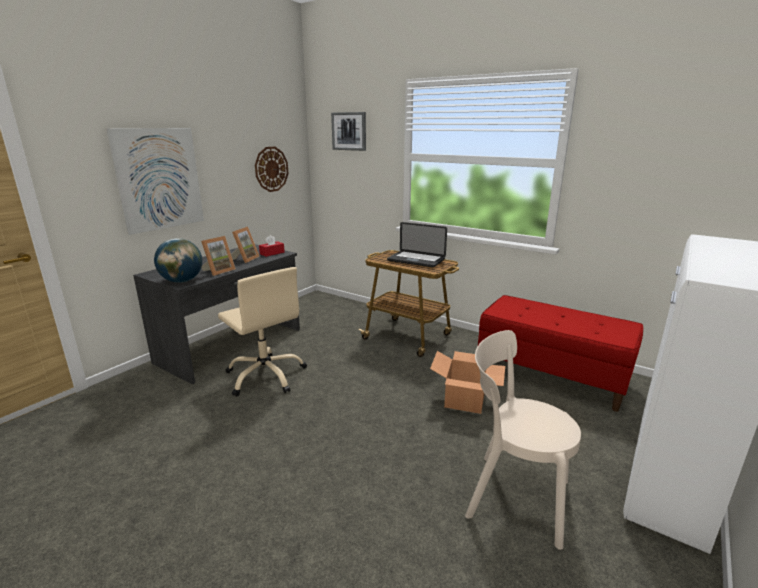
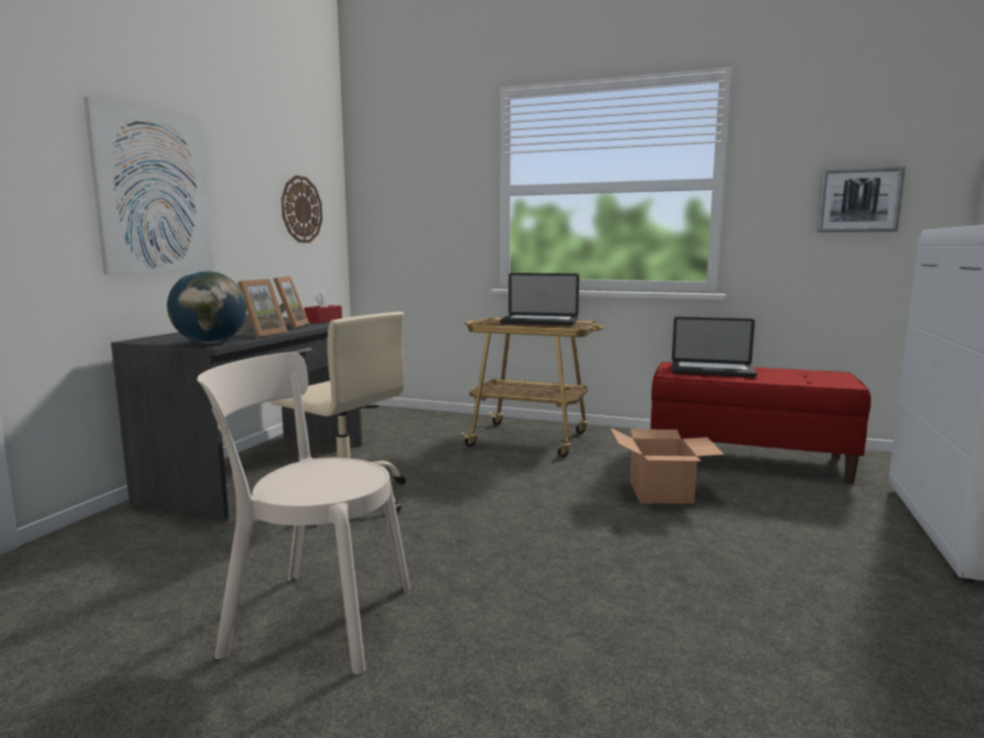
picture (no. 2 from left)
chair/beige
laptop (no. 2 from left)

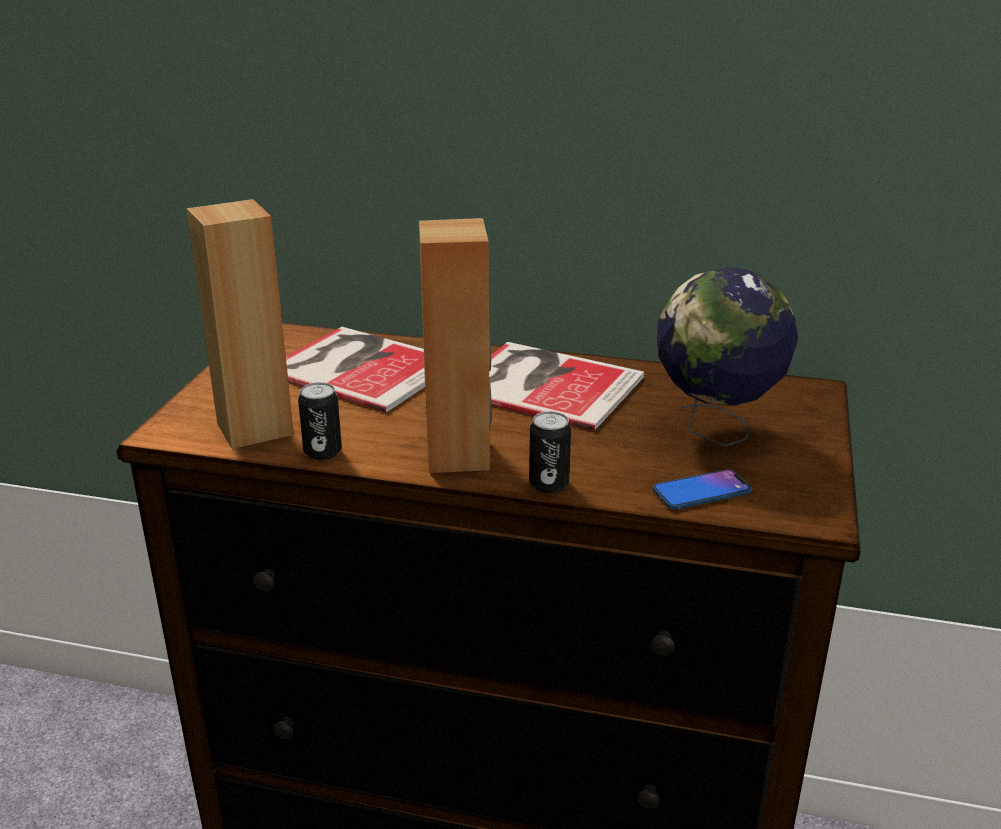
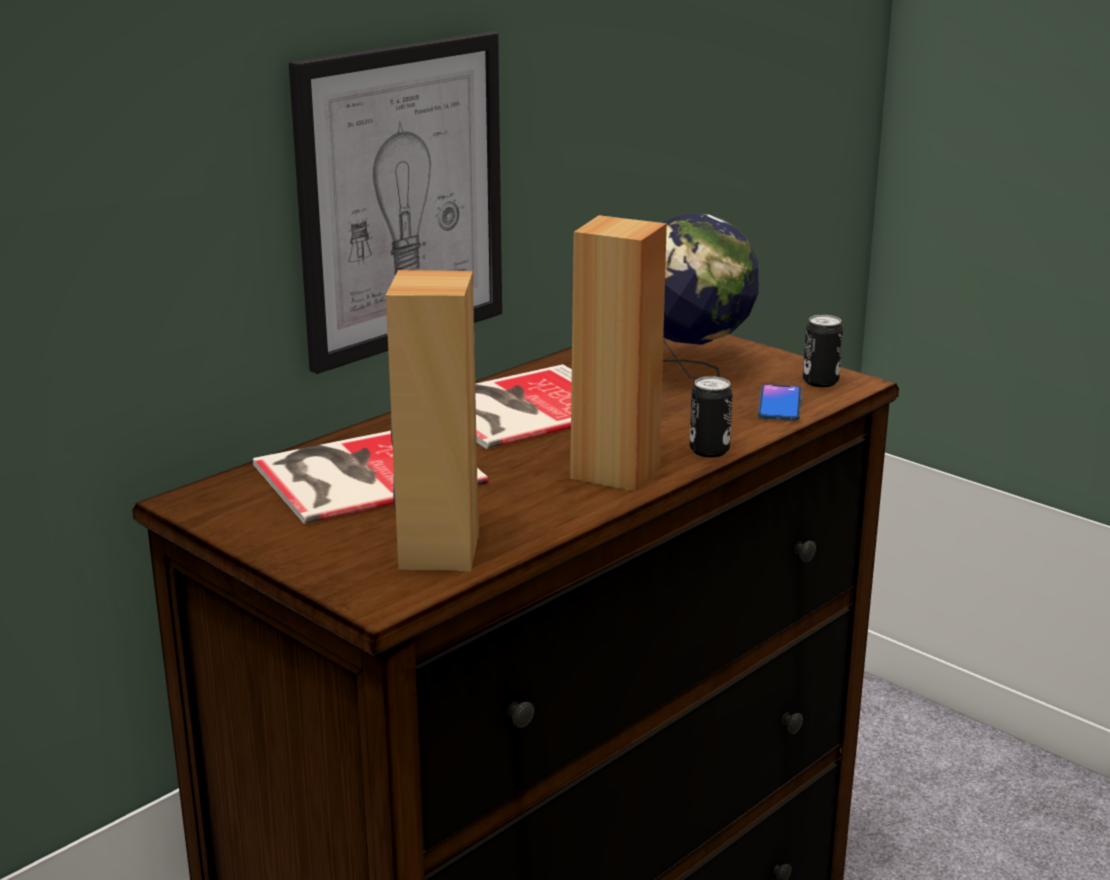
can (no. 2 from left)
picture

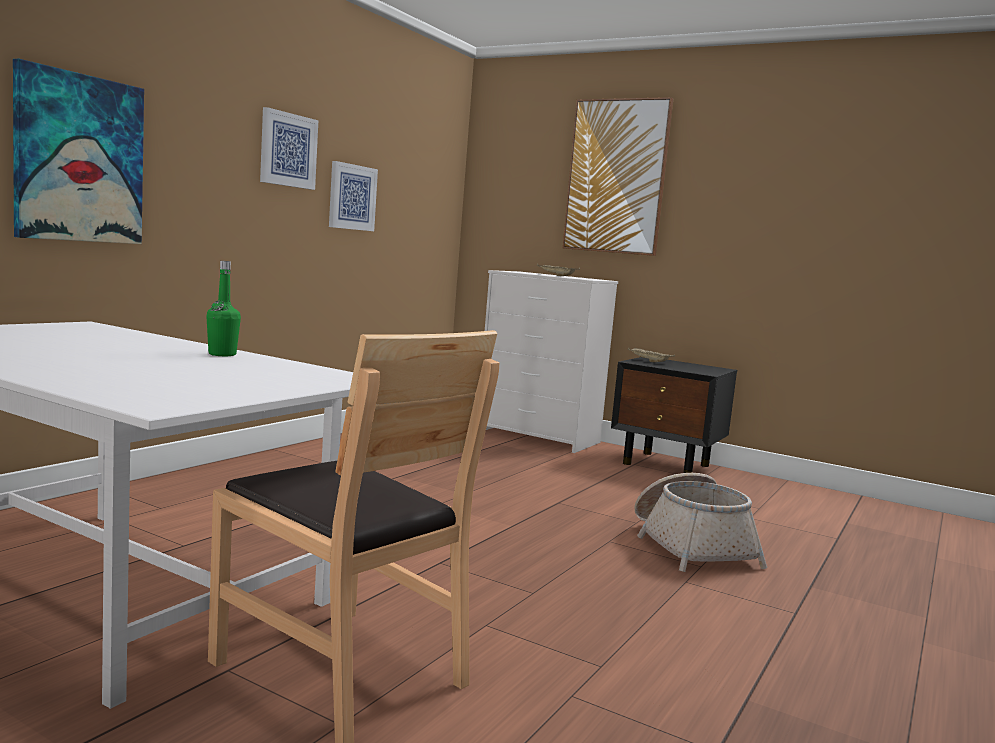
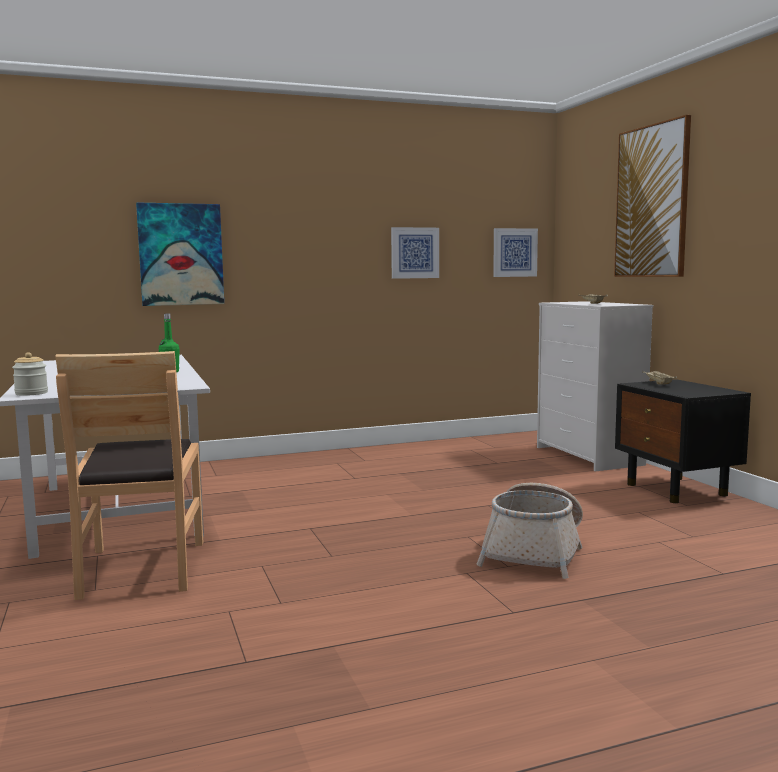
picture (no. 3 from left)
jar

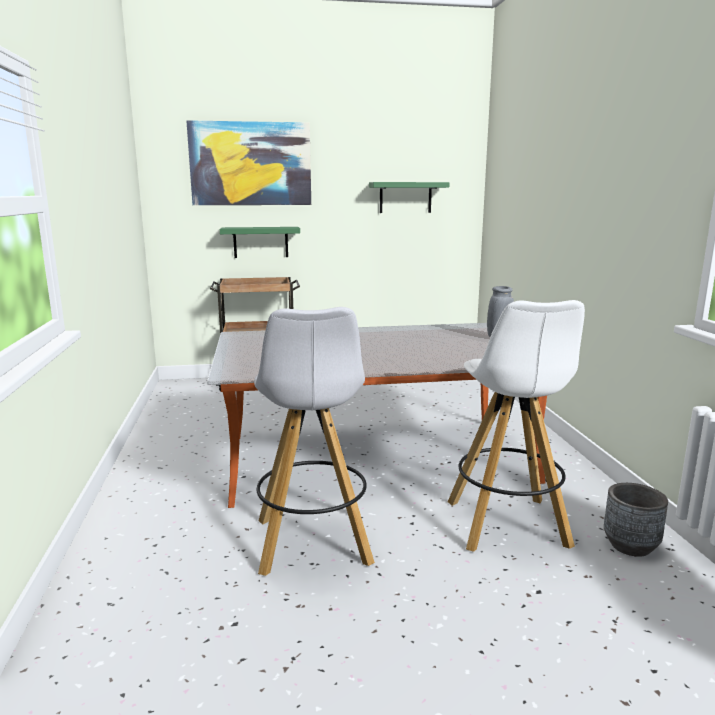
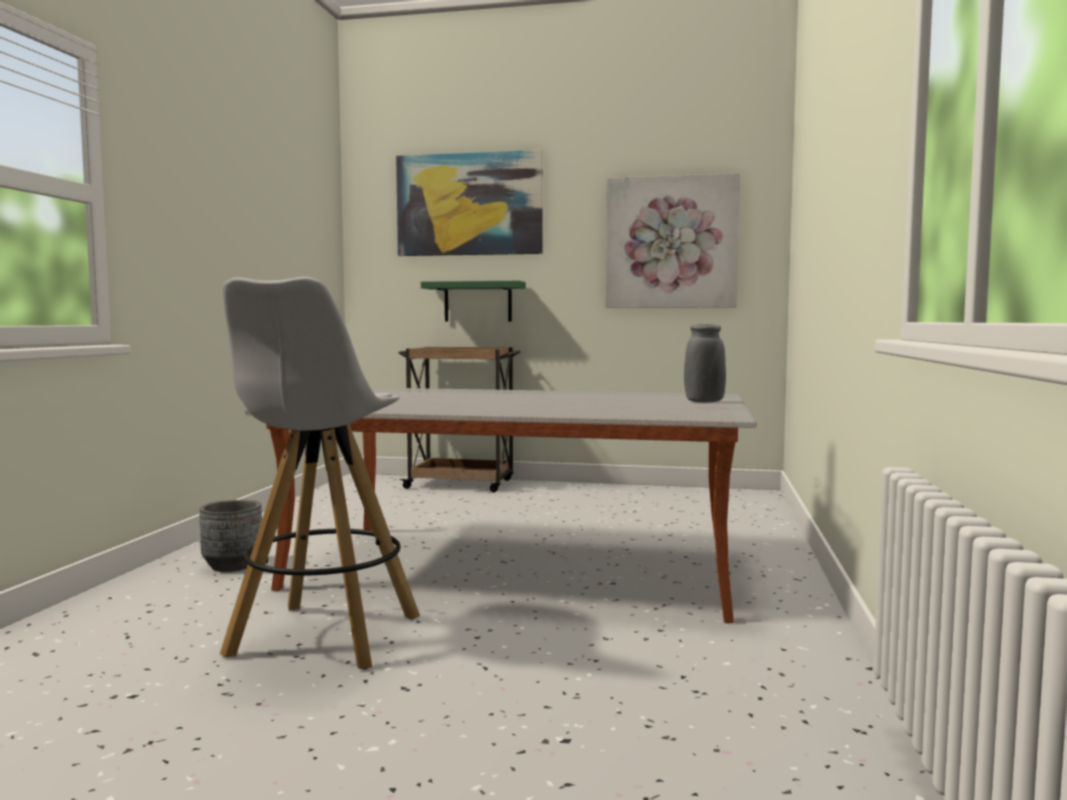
picture (no. 2 from left)
stool/white (no. 2 from left in the first image)
planter/grey

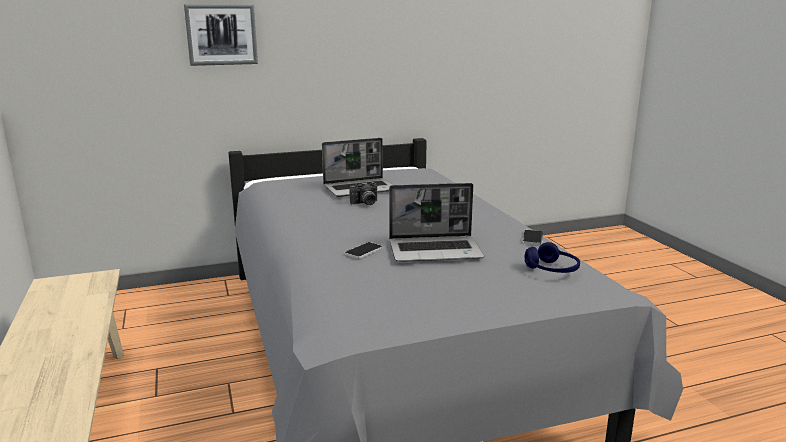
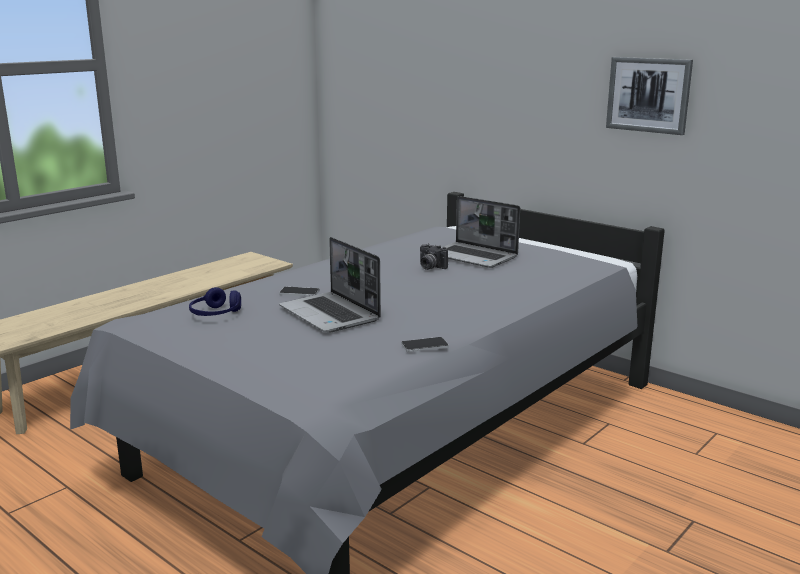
picture
headphones/blue

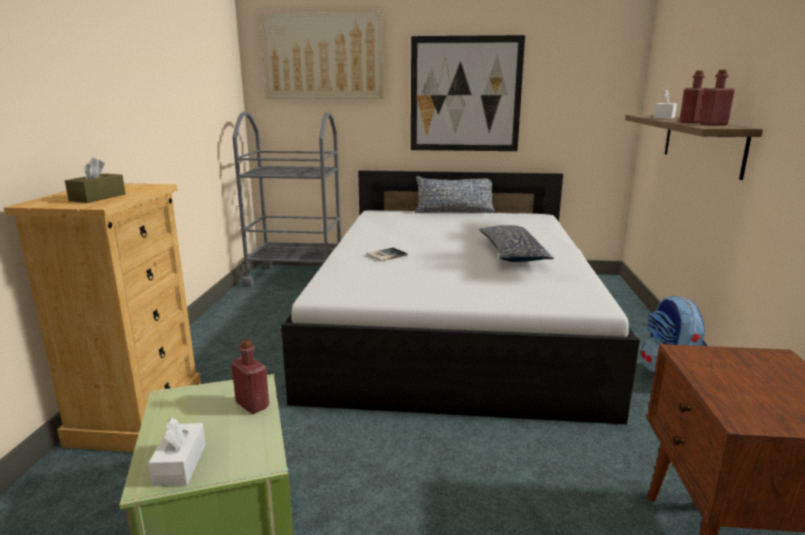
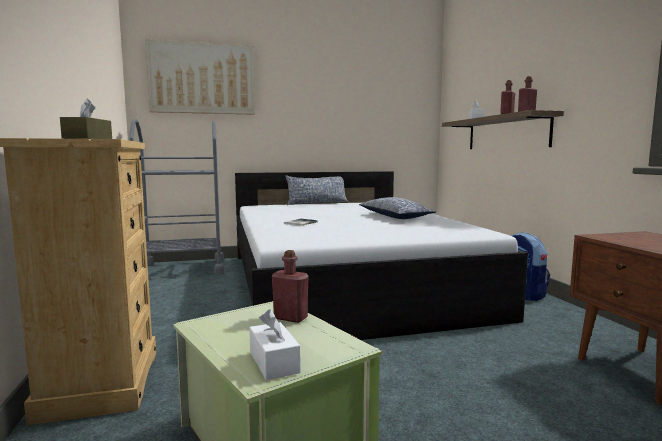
picture (no. 2 from left in the first image)

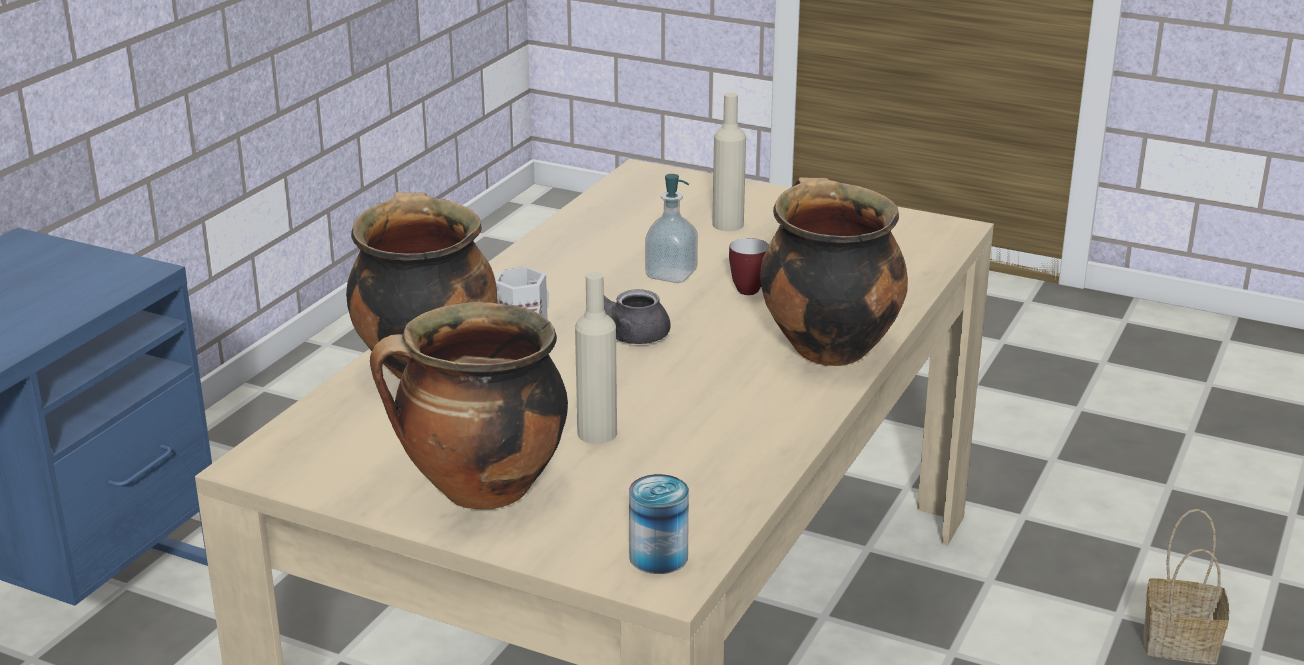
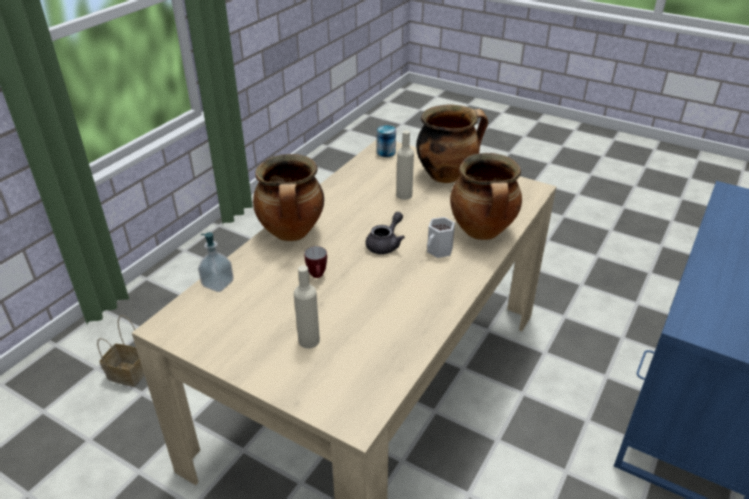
soap dispenser

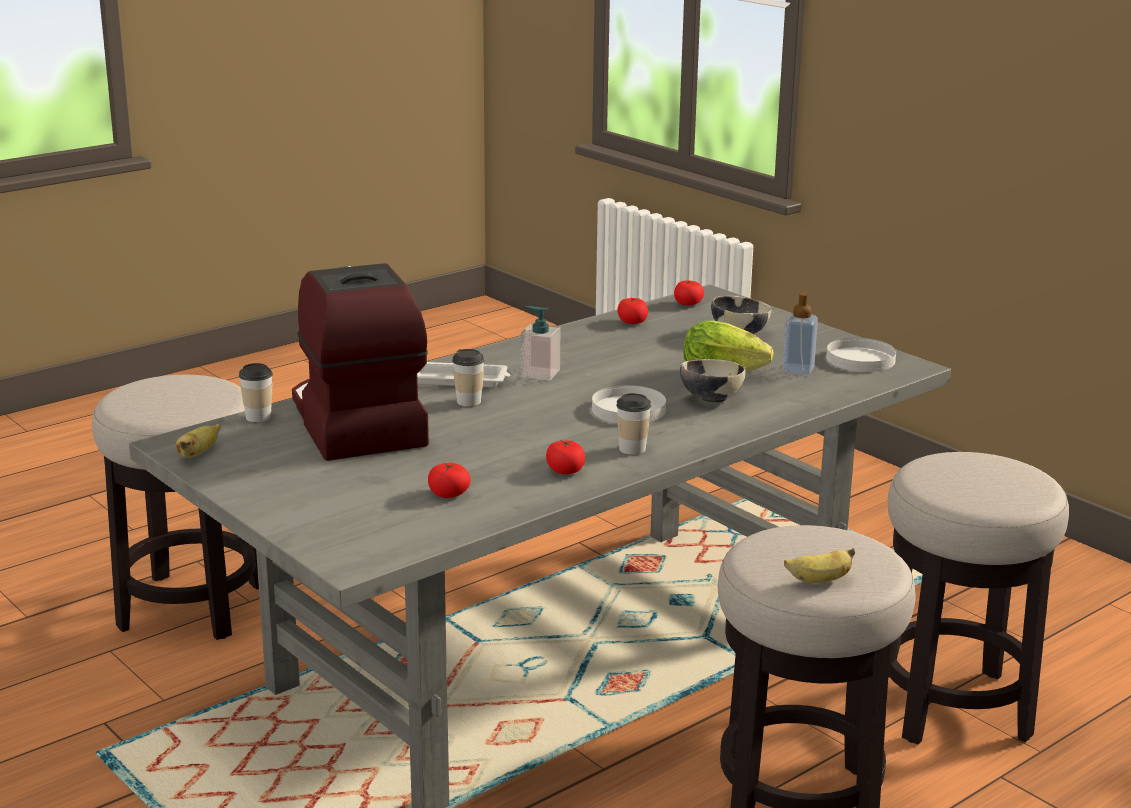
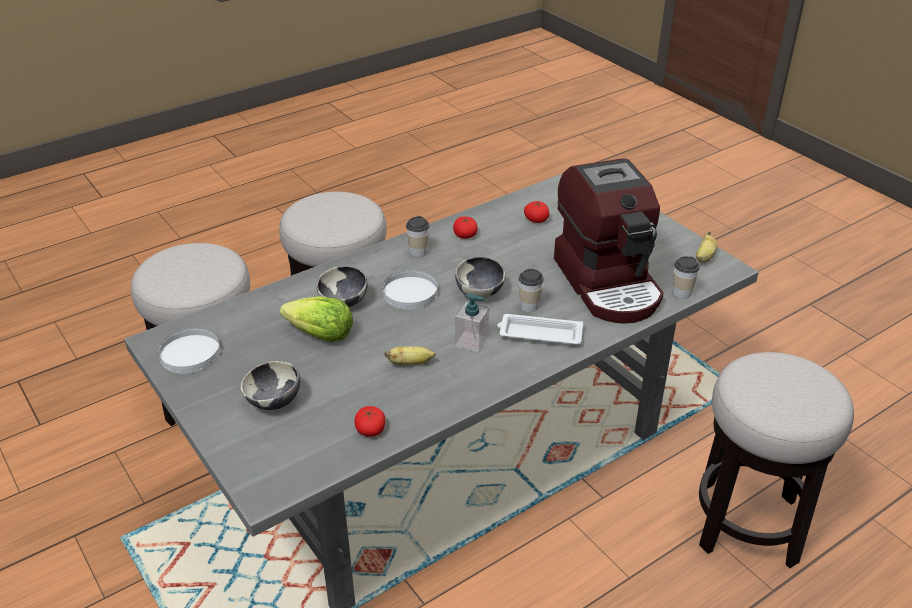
tomato (no. 4 from left in the first image)
soap dispenser (no. 2 from left in the first image)
banana (no. 1 from left)
bowl (no. 3 from left)

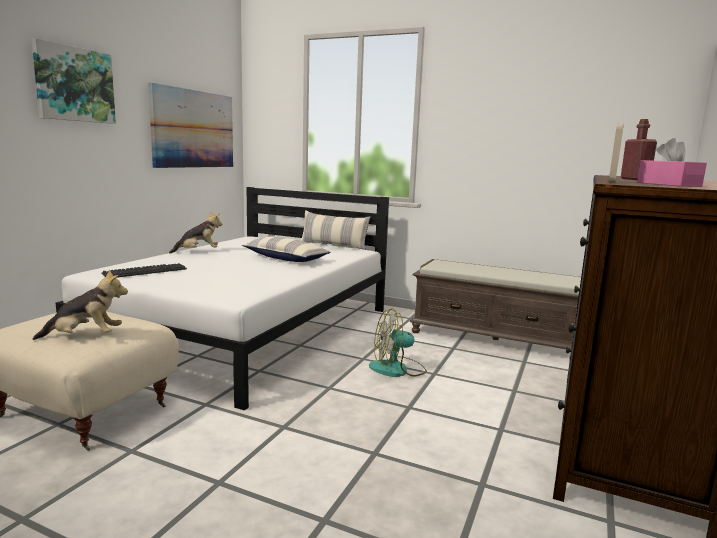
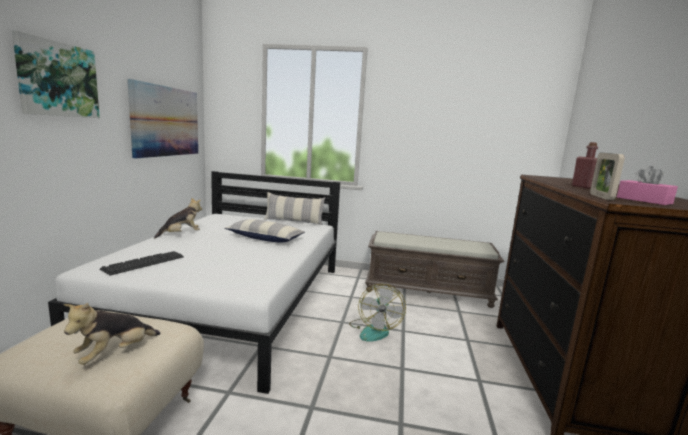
plush toy (no. 1 from left)
fan

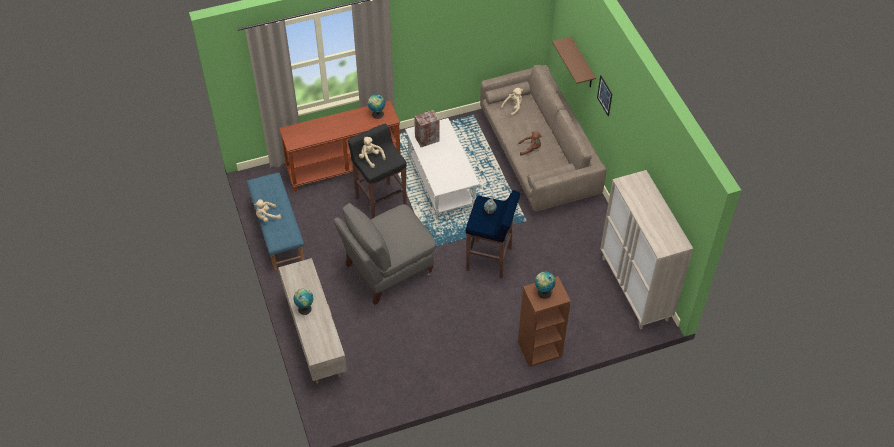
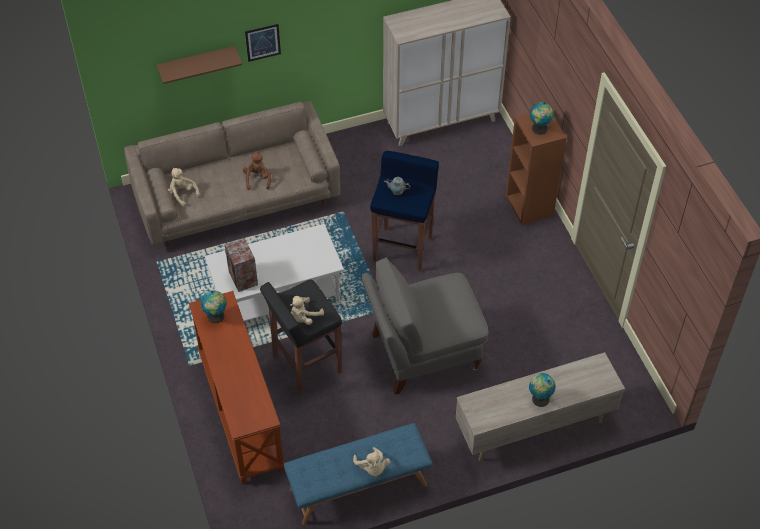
armchair/grey

